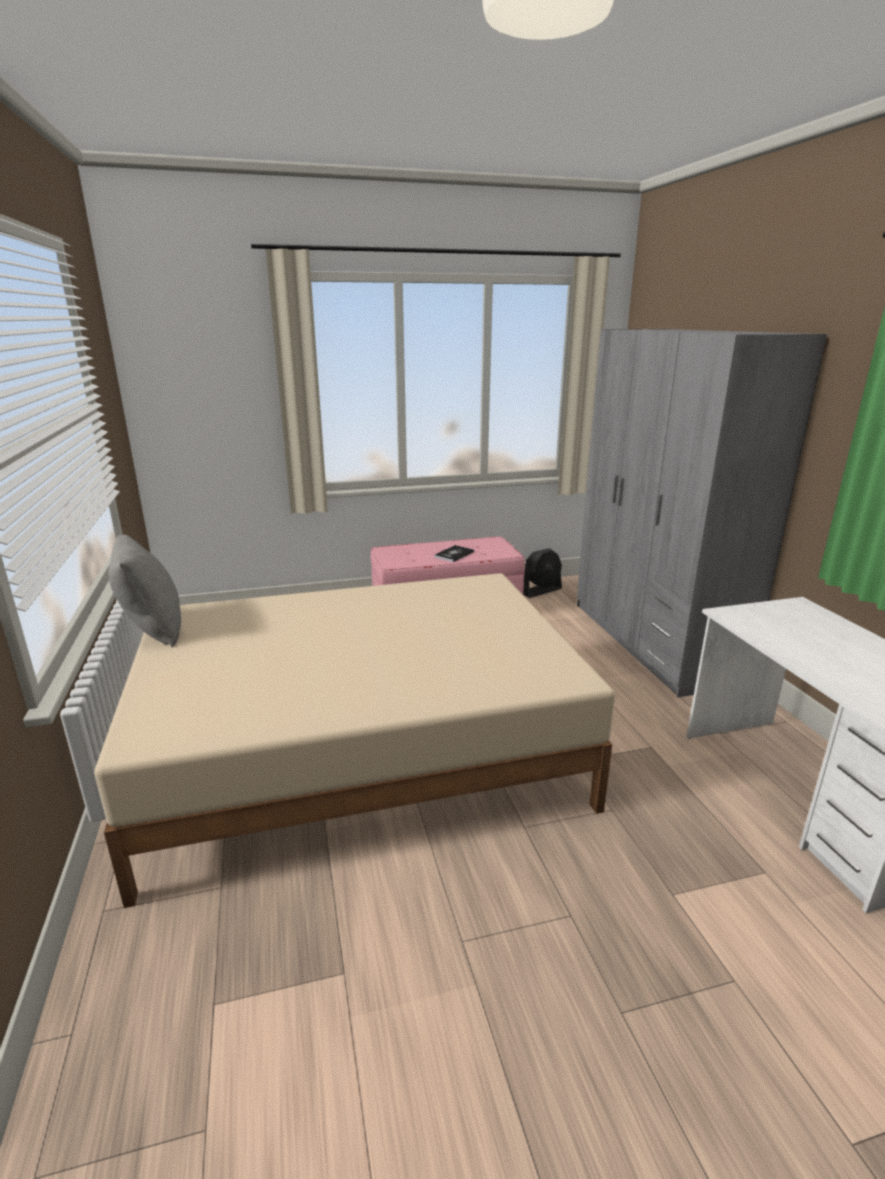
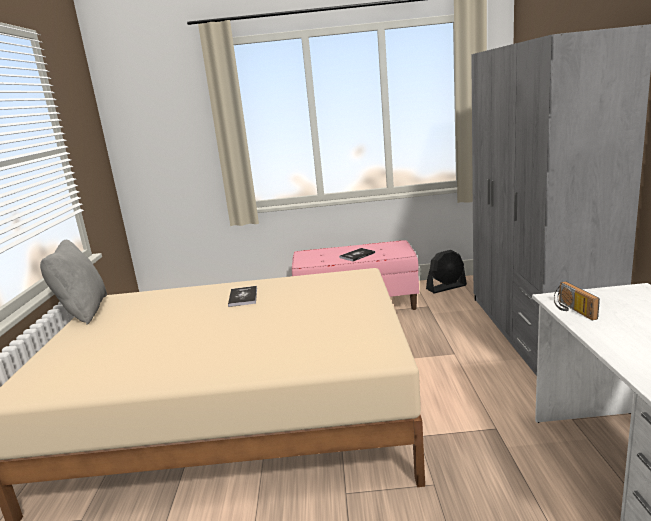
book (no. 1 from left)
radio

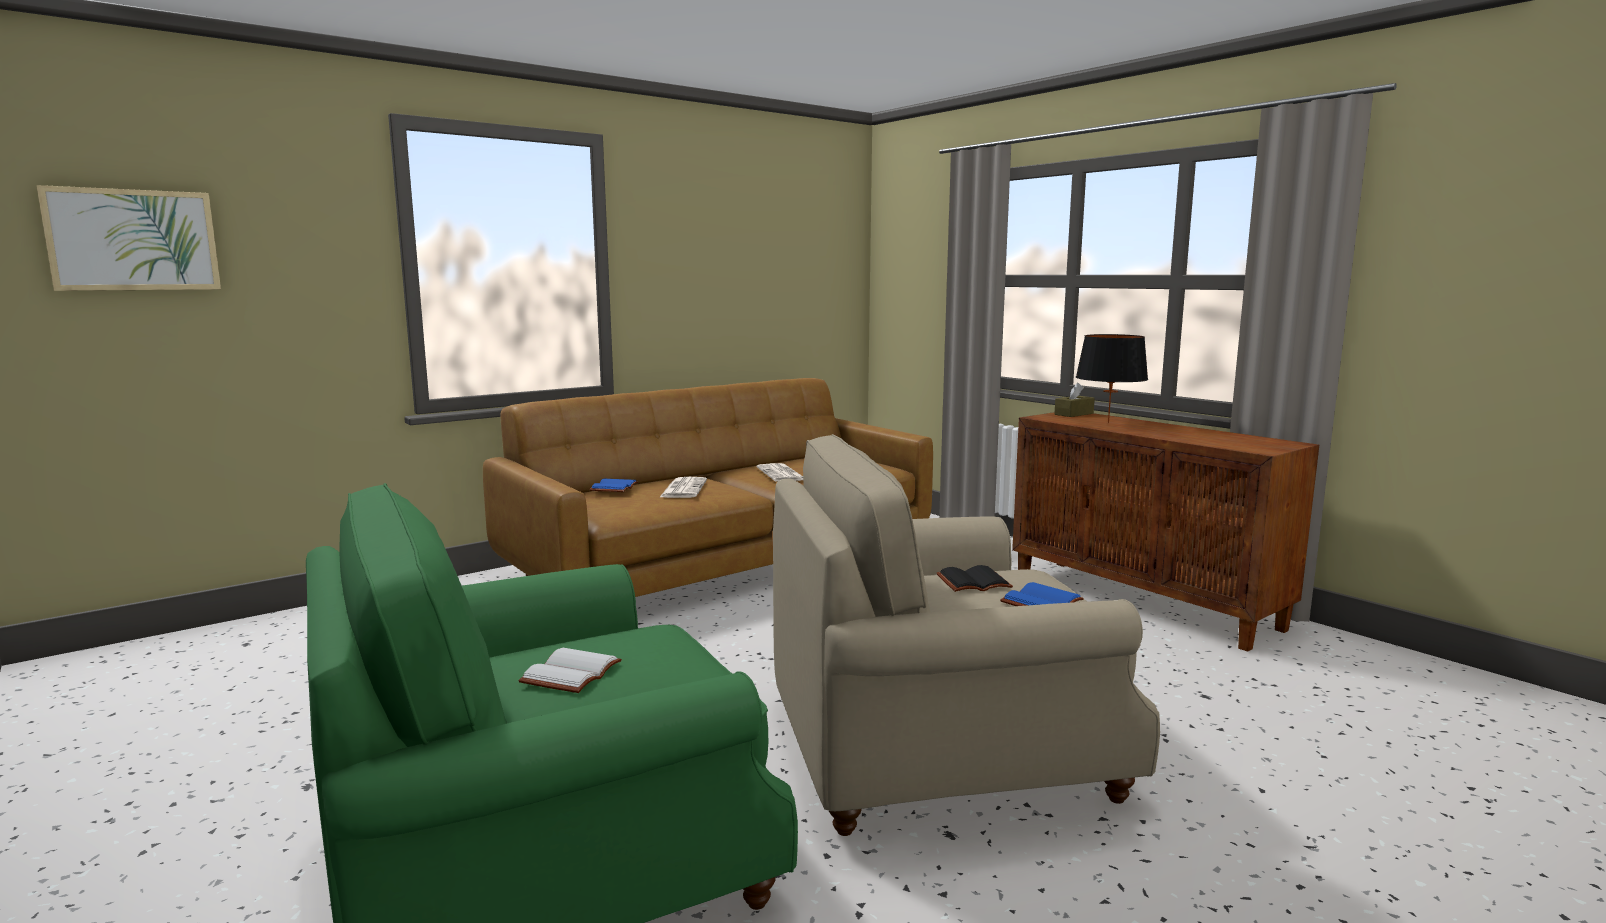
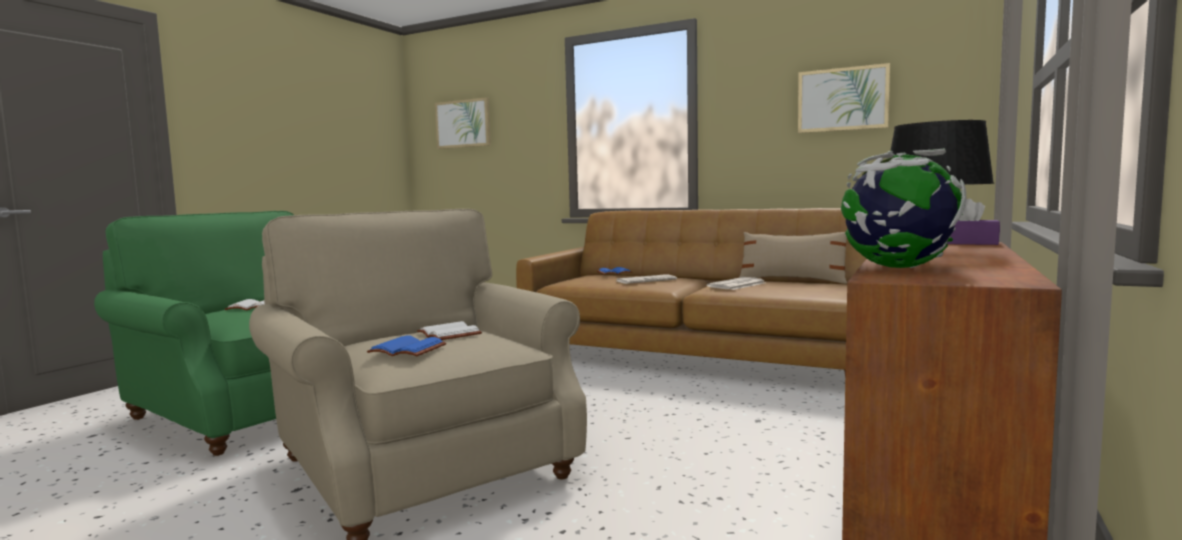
book/white (no. 2 from left)
tissue box/purple
pillow/beige
picture (no. 2 from left)
globe

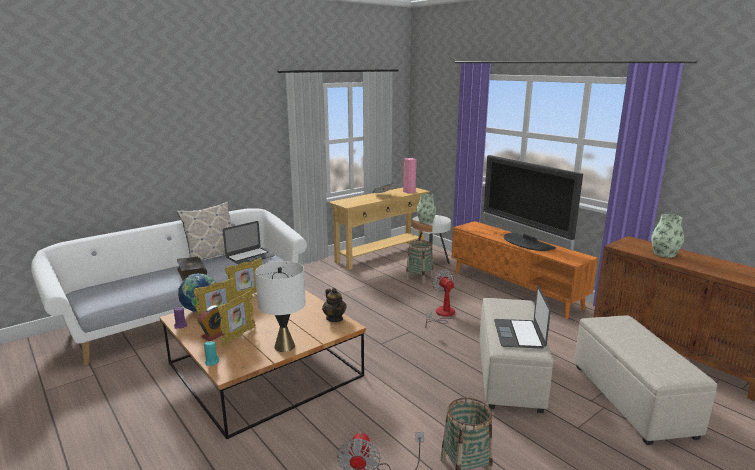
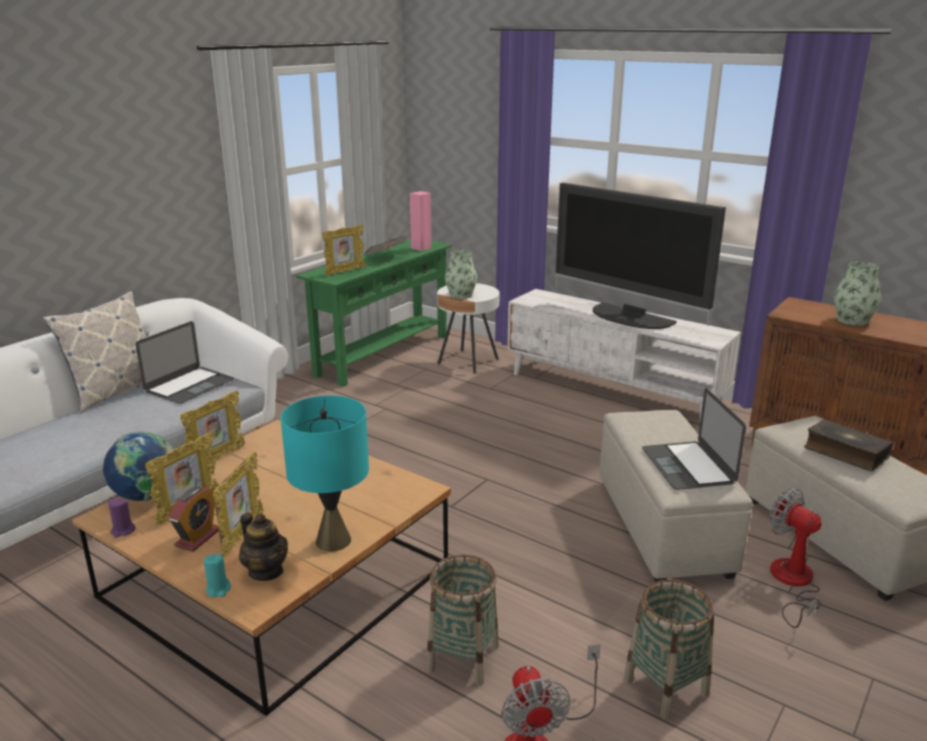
book
table lamp/turquoise
teapot
console table/green
basket (no. 1 from left)
fan (no. 2 from left)
tv stand/white
picture frame (no. 4 from left)

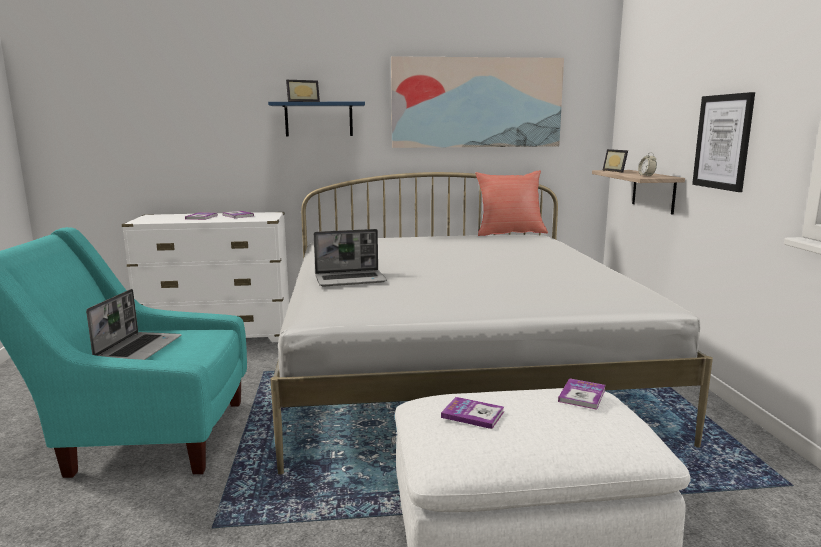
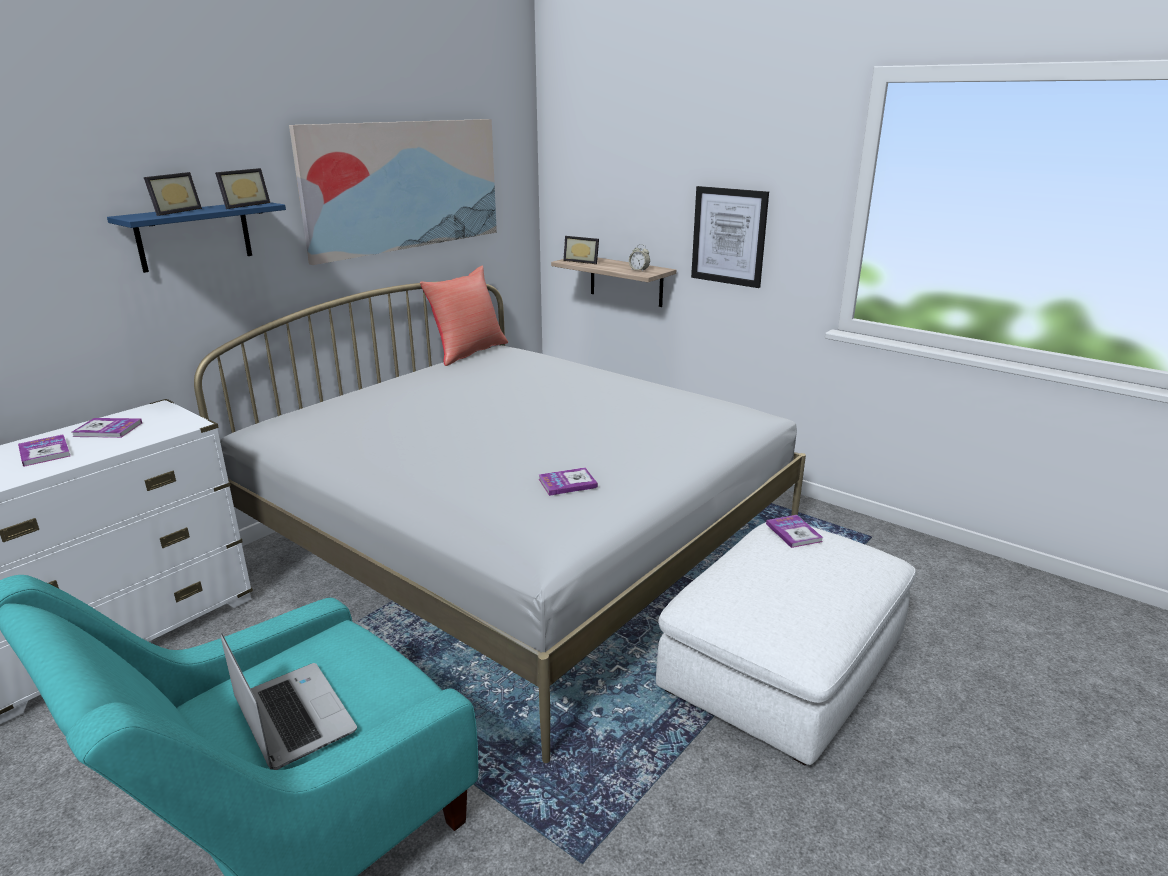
laptop (no. 2 from left in the first image)
book (no. 3 from left)
picture frame (no. 2 from left)

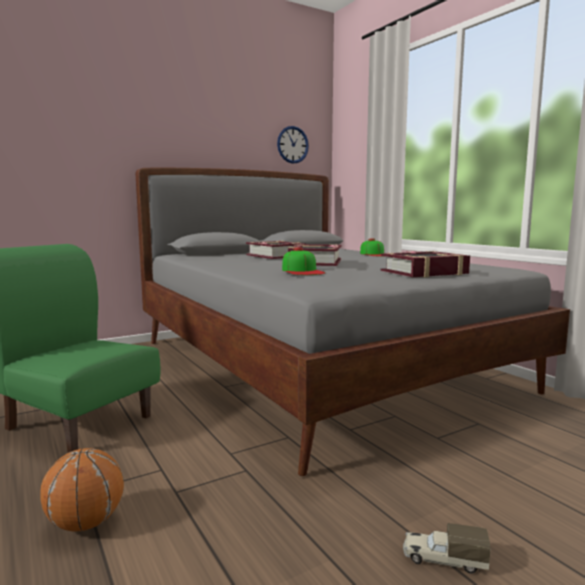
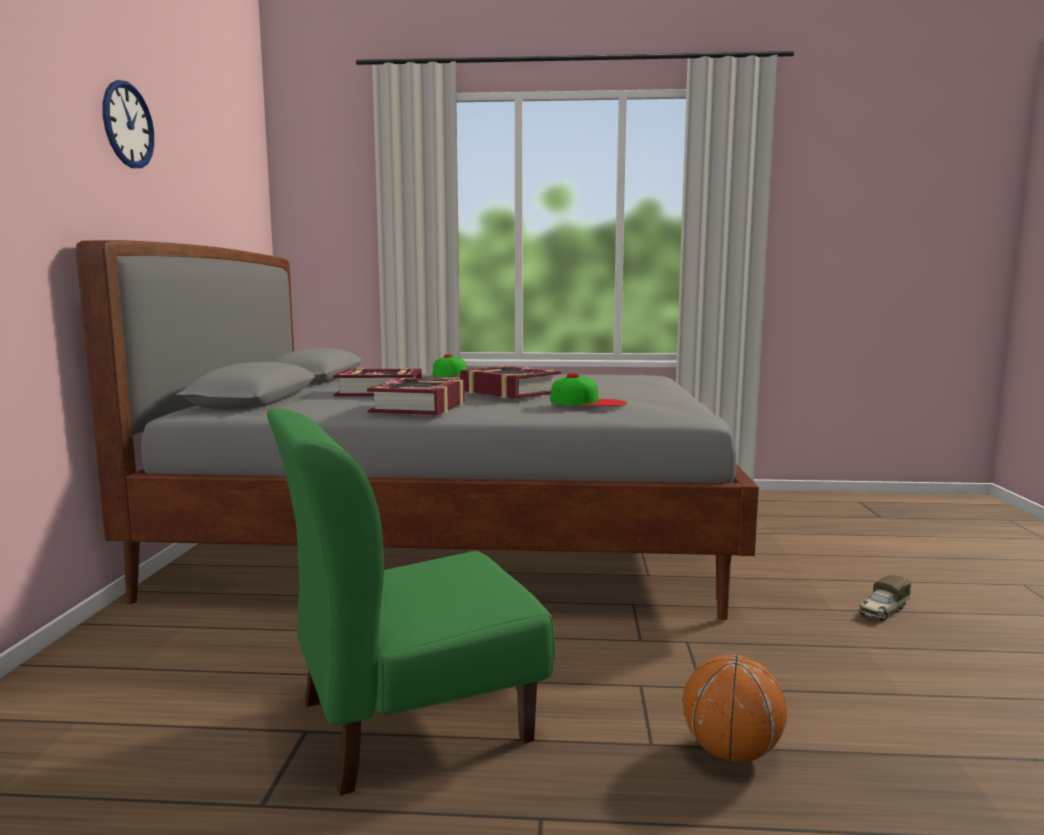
wall clock
book (no. 2 from left)

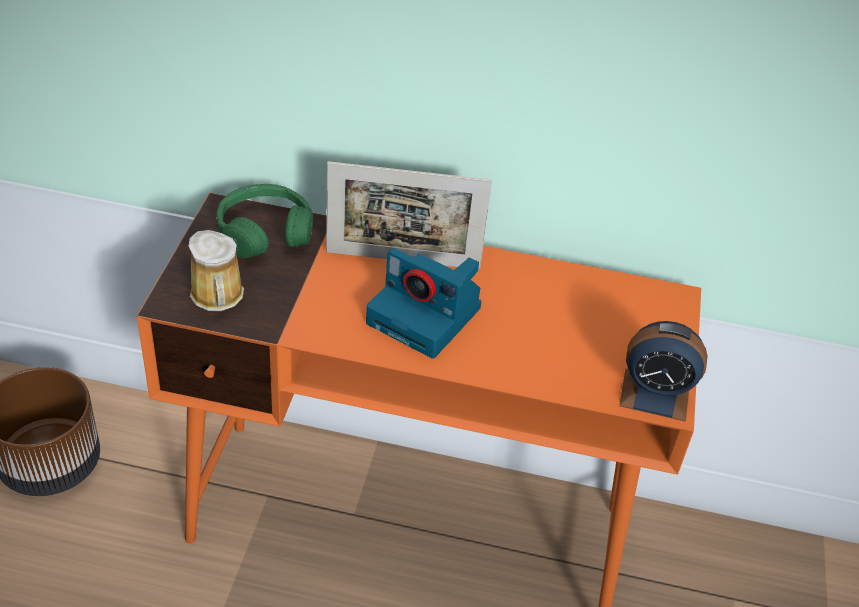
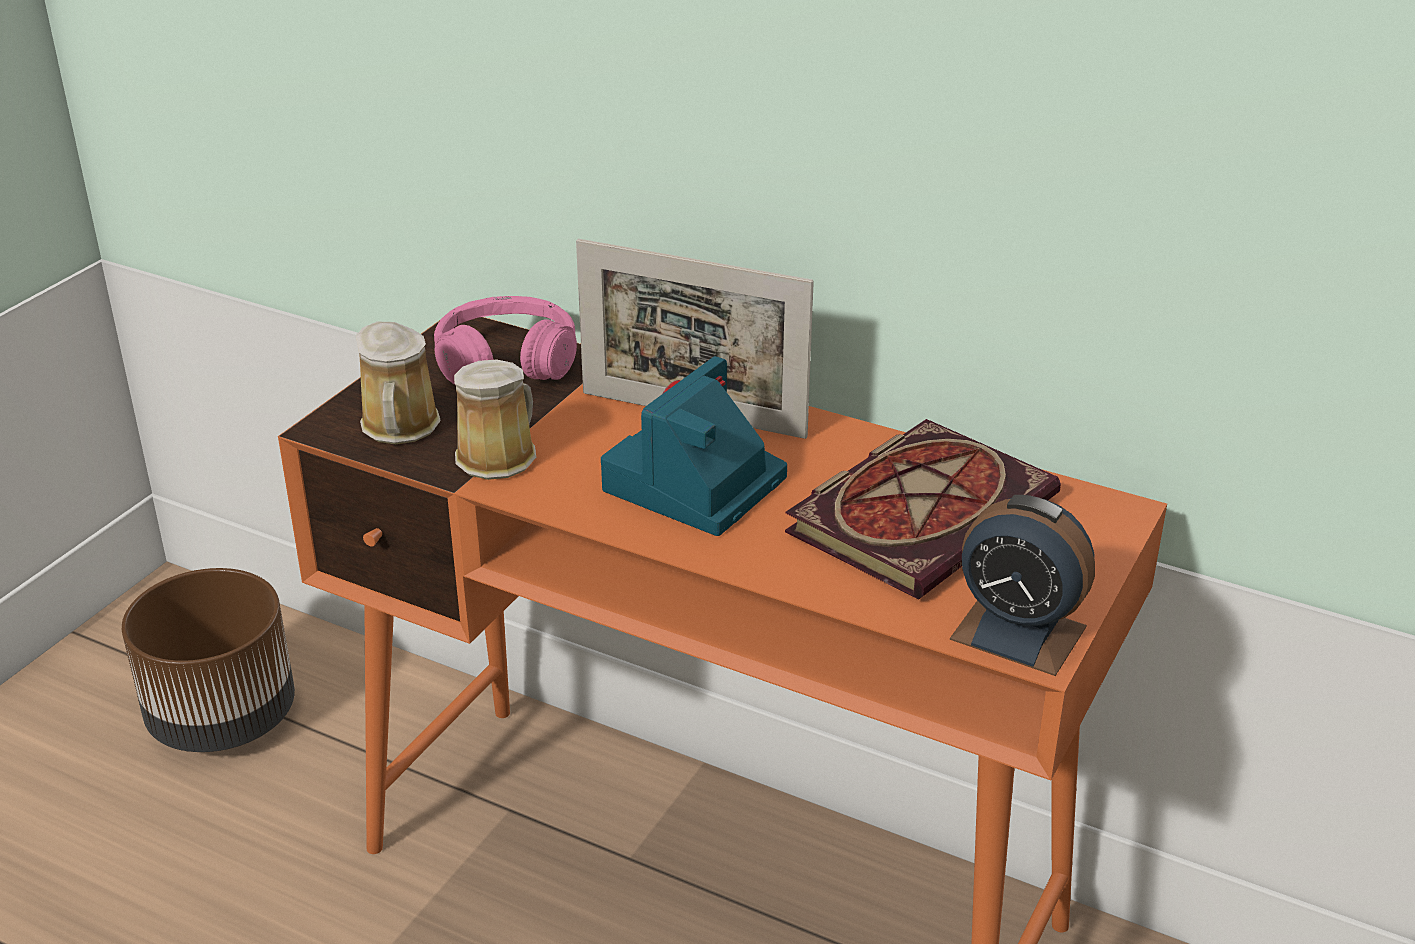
headphones/pink
photo camera
mug (no. 2 from left)
book

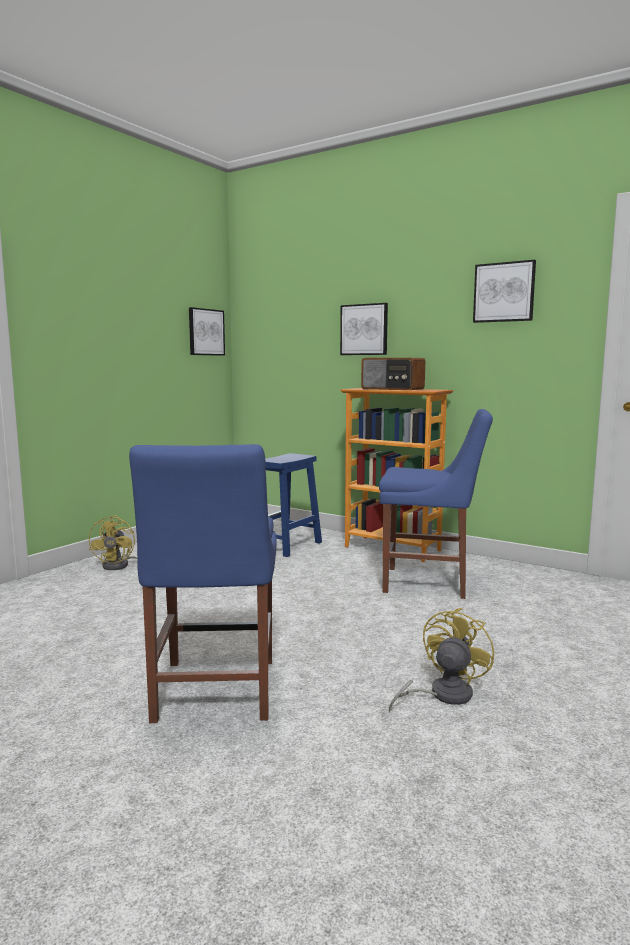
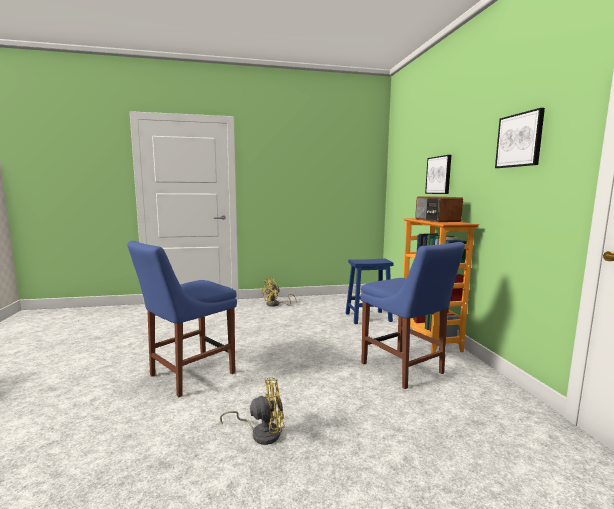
picture (no. 1 from left in the first image)

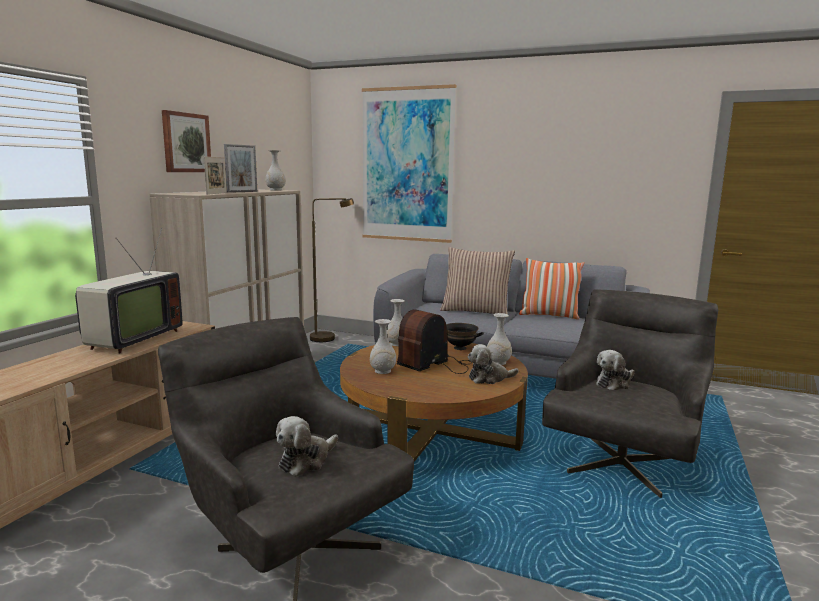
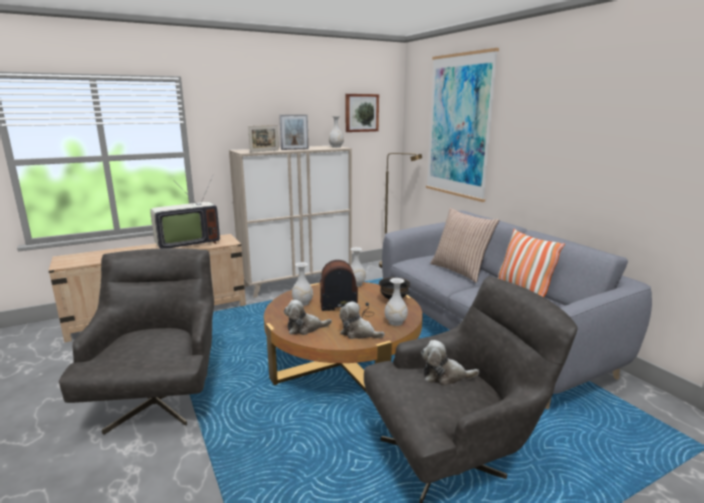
picture (no. 1 from left)
plush toy (no. 1 from left)

